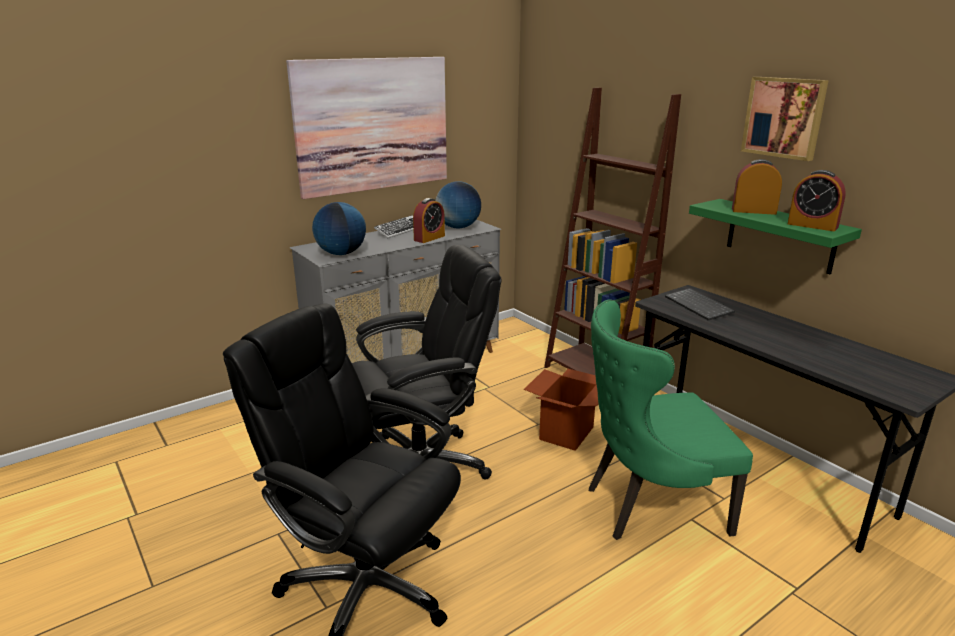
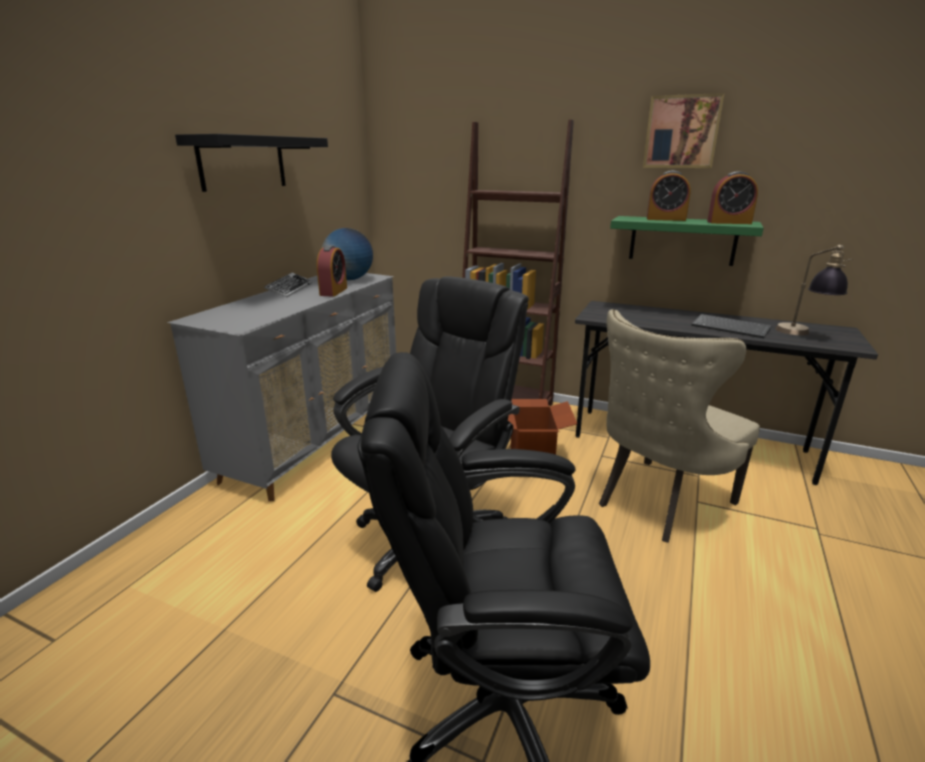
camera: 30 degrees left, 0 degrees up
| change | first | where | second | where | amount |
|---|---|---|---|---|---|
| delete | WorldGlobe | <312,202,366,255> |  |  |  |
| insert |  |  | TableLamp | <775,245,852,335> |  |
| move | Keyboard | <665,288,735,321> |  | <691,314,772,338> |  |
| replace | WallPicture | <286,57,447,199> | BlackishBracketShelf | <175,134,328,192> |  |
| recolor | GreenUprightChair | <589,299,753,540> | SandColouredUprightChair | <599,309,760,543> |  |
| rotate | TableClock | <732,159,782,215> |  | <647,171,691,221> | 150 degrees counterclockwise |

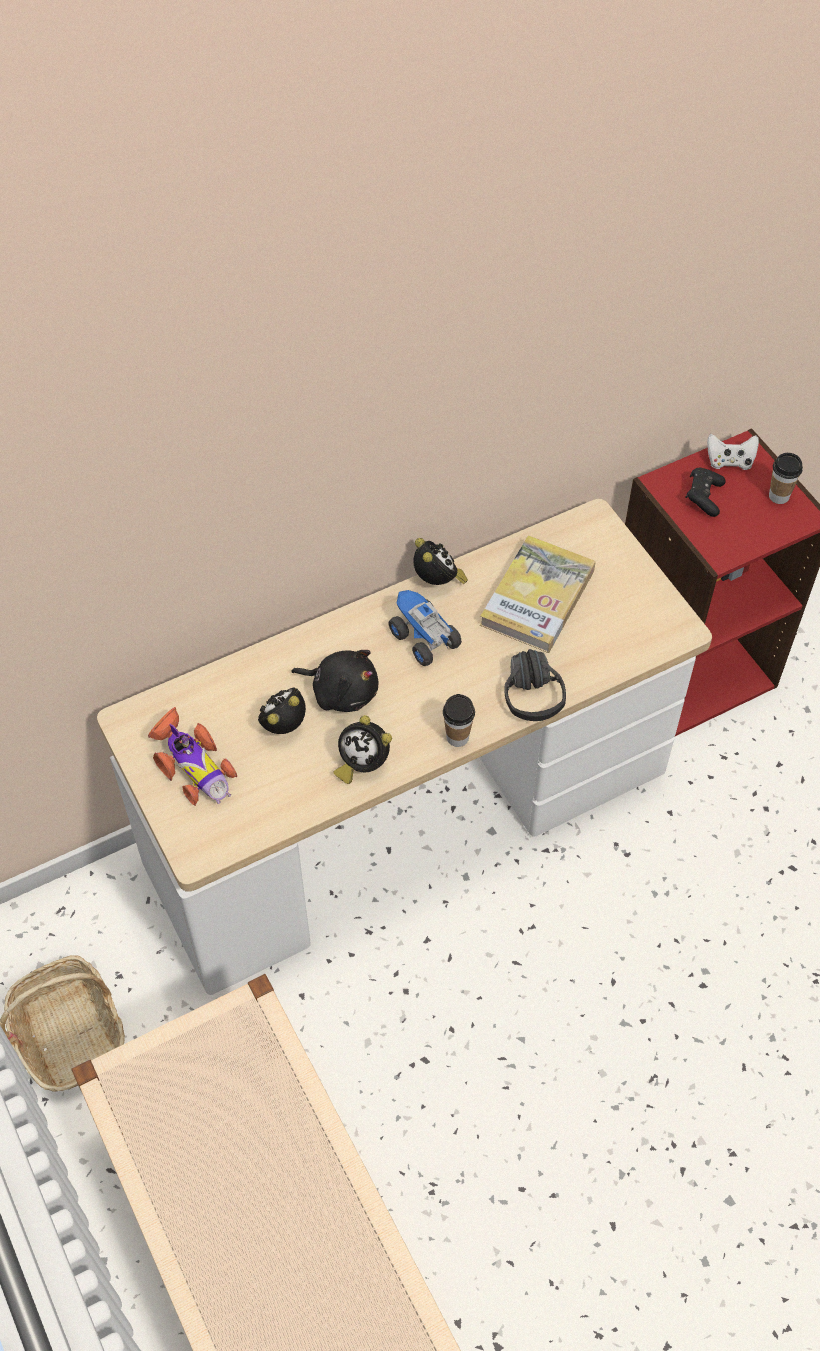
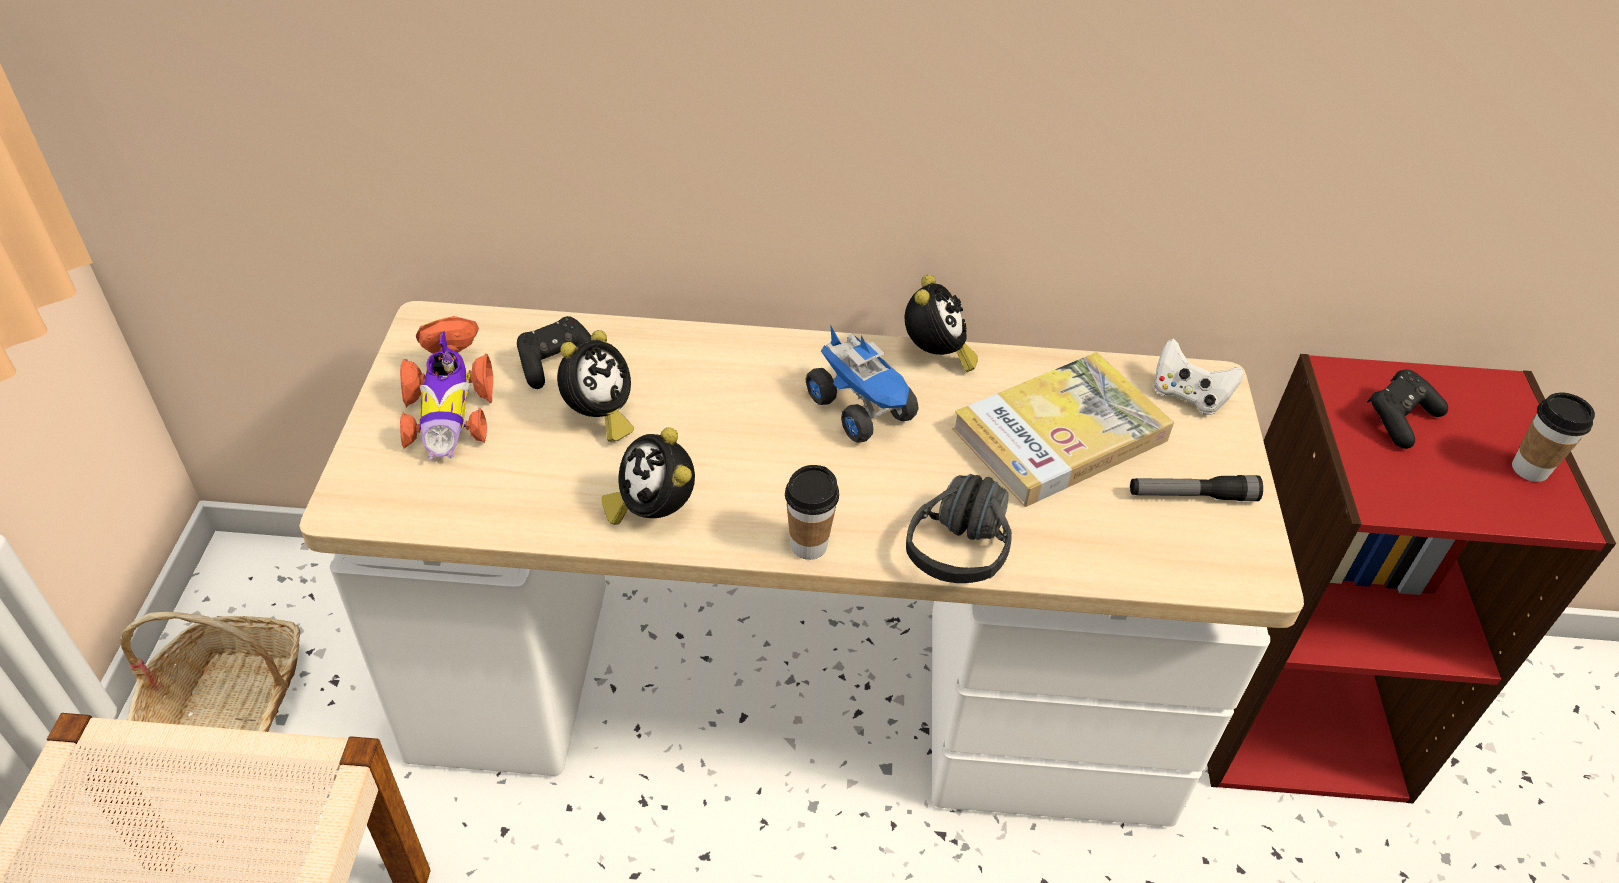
camera: 30 degrees right, 10 degrees down
| change | first | where | second | where | amount |
|---|---|---|---|---|---|
| delete | BlackishPlushToy | <292,650,378,712> |  |  |  |
| insert |  |  | BlackishGameController | <517,316,591,389> |  |
| insert |  |  | HandTorch | <1130,475,1263,501> |  |
| move | WhitishGameController | <707,434,759,470> |  | <1153,339,1244,415> |  |
| rotate | TableClock | <258,687,306,734> |  | <557,330,634,442> | 135 degrees clockwise |
| rotate | ToyLorry | <388,590,462,666> |  | <806,324,919,443> | 150 degrees clockwise |

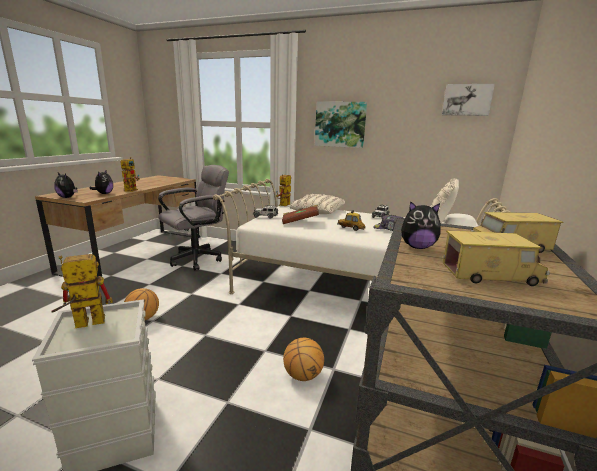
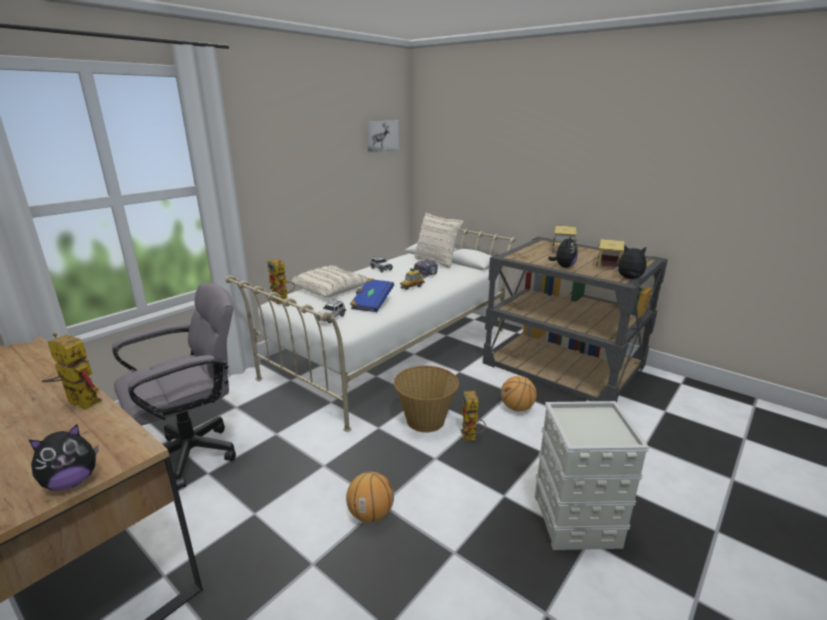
camera: 70 degrees left, 5 degrees up
| change | first | where | second | where | amount |
|---|---|---|---|---|---|
| delete | WallPicture | <315,101,367,148> |  |  |  |
| insert |  |  | Basket | <394,366,459,432> |  |
| move | ToyRobot | <51,254,113,328> |  | <461,391,486,441> |  |
| move | PlushToy | <89,170,113,194> |  | <615,245,647,279> |  |
| recolor | BrownVolume | <282,205,319,224> | BlueColouredVolume | <350,278,394,312> |  |
| rotate | GreyishDeskChair | <158,165,229,270> |  | <112,283,236,489> | 75 degrees clockwise |

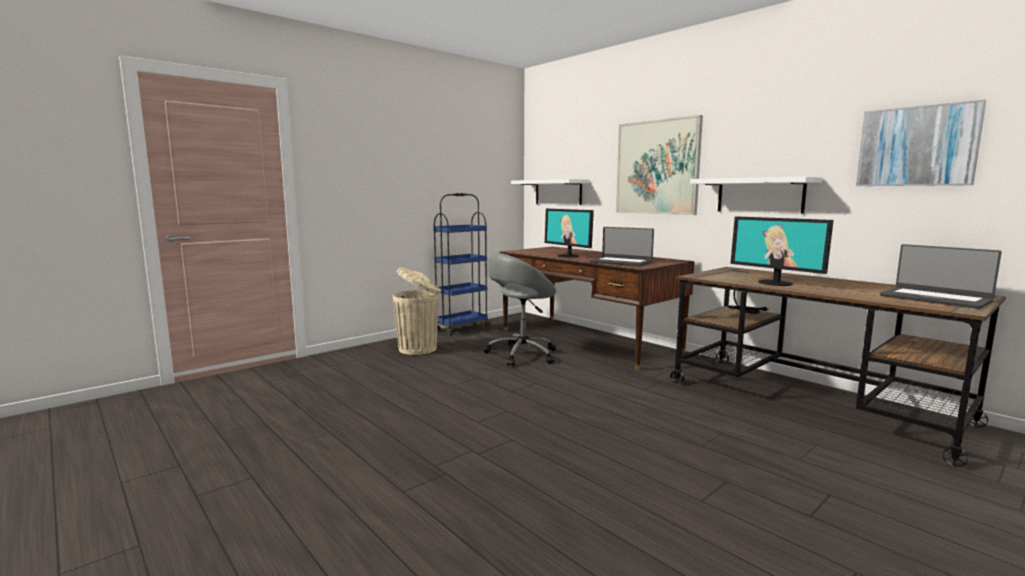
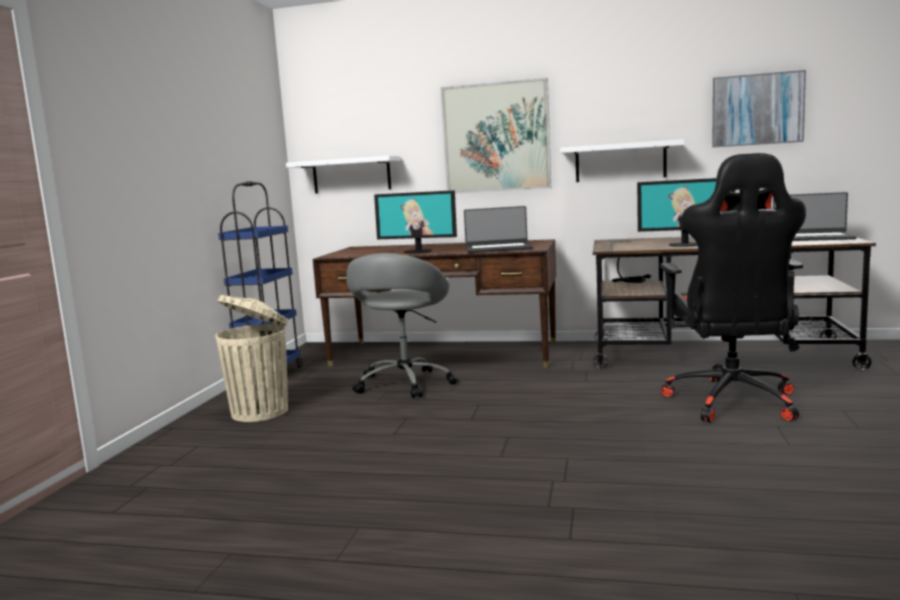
camera: 35 degrees left, 0 degrees up
| change | first | where | second | where | amount |
|---|---|---|---|---|---|
| insert |  |  | BlackishDeskChair | <660,153,806,422> |  |

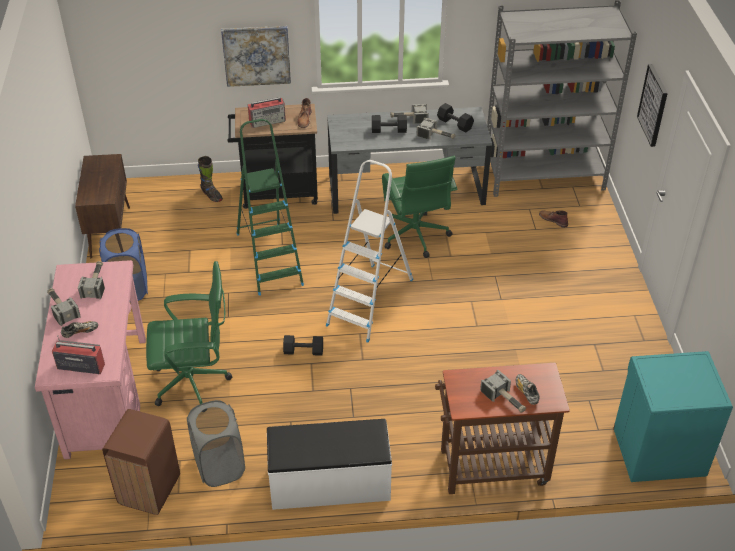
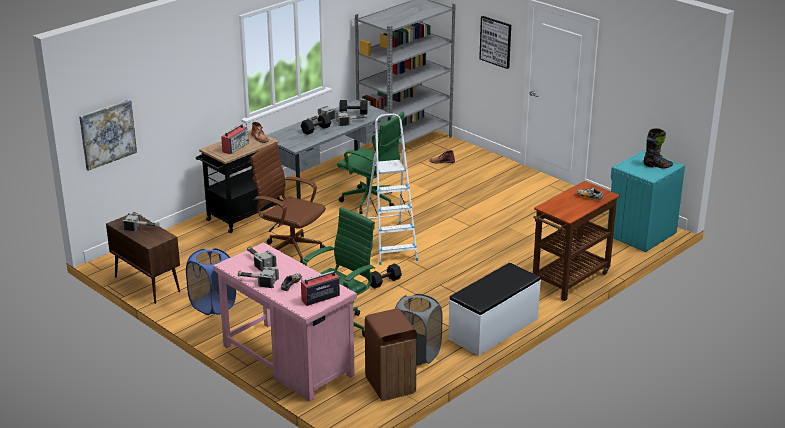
camera: 40 degrees left, 15 degrees down
| change | first | where | second | where | amount |
|---|---|---|---|---|---|
| move | BlackishTallBoot | <198,156,223,202> |  | <643,128,673,169> |  |
| move | WallPicture | <221,26,291,87> |  | <79,100,137,171> |  |
| move | Hammer | <480,370,526,413> |  | <122,213,160,231> |  |
| replace | GreenStepStool | <237,119,304,296> | BrownDeskChair | <250,142,326,263> |  |

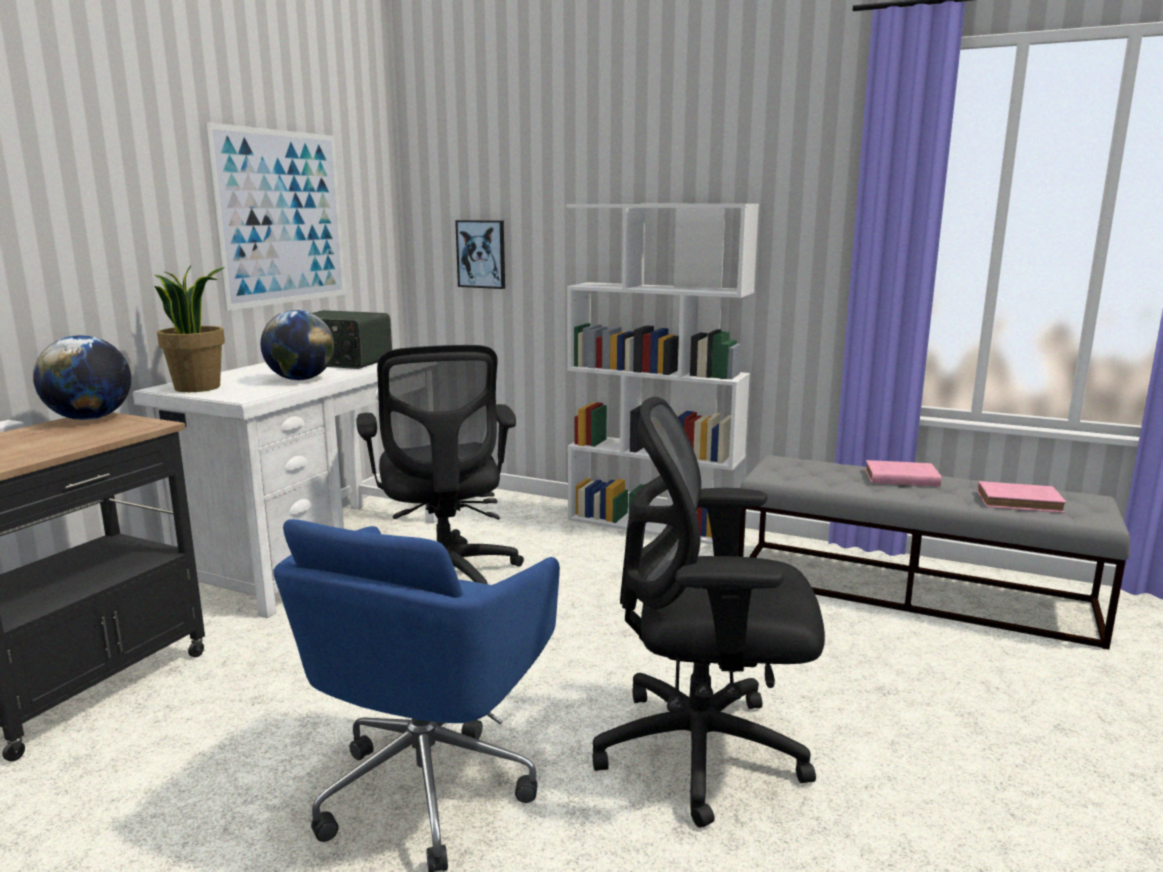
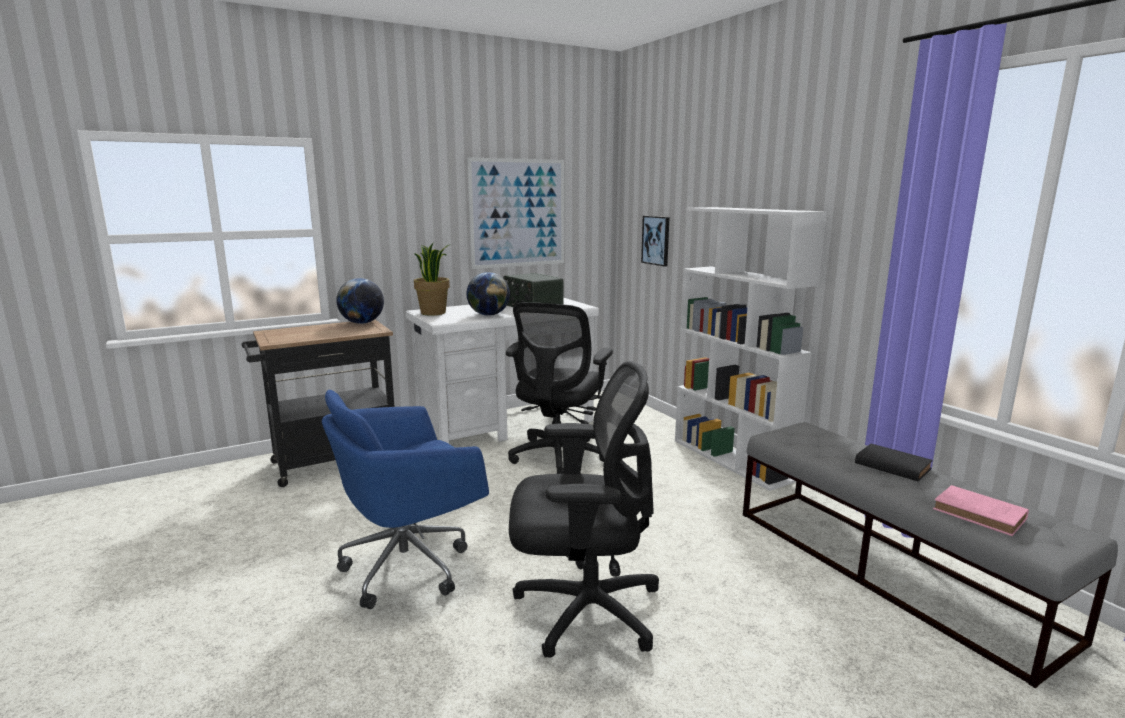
camera: 35 degrees right, 0 degrees up
| change | first | where | second | where | amount |
|---|---|---|---|---|---|
| recolor | PinkVolume | <865,460,941,487> | BlackishVolume | <855,444,933,482> |  |
| rotate | BlackishDeskChair | <592,397,825,828> |  | <509,361,659,658> | 135 degrees clockwise |

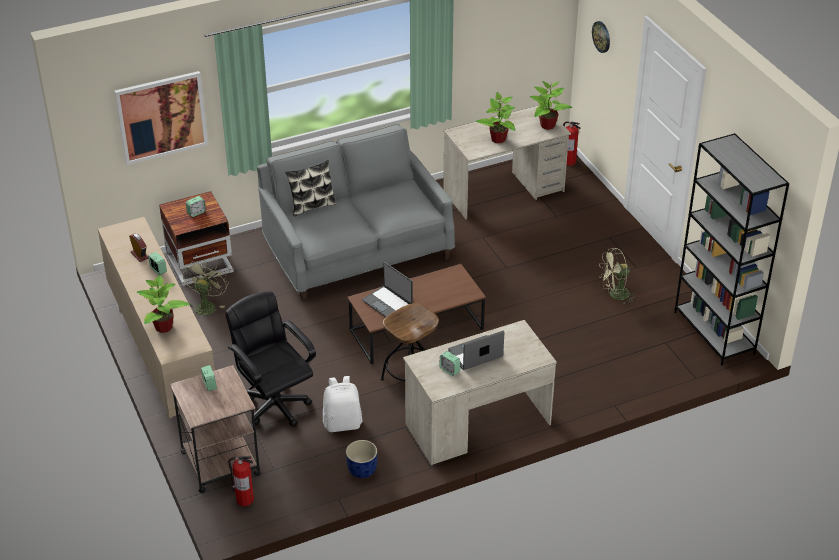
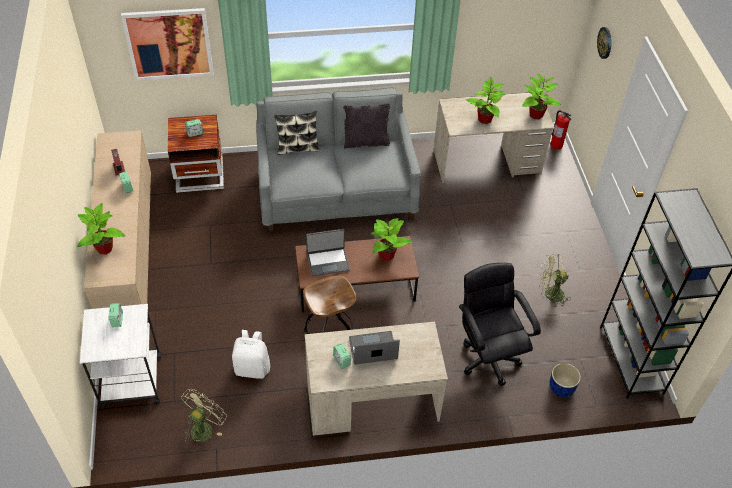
camera: 15 degrees right, 10 degrees up
| change | first | where | second | where | amount |
|---|---|---|---|---|---|
| delete | FireFightingCylinder | <228,456,254,506> |  |  |  |
| insert |  |  | BlackishThrowPillow | <343,103,390,149> |  |
| insert |  |  | Houseplant | <371,218,412,261> |  |
| move | GreenCoolingFan | <183,260,228,317> |  | <181,389,227,443> |  |
| move | BlackishDeskChair | <225,291,316,427> |  | <459,263,541,386> |  |
| move | BlueColouredPlanter | <346,440,377,478> |  | <549,363,581,398> |  |
| recolor | BrownWheeledCart | <170,365,261,493> | WhitishWheeledCart | <80,304,161,409> |  |
| rotate | NotebookComputer | <362,262,413,317> |  | <306,229,350,276> | 75 degrees counterclockwise |

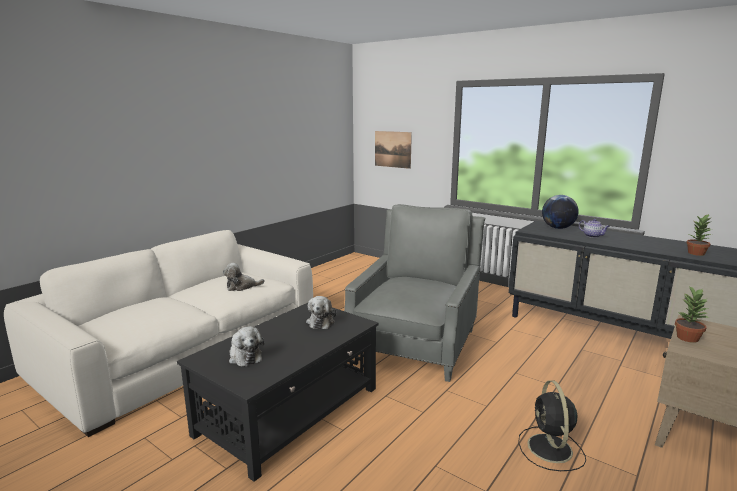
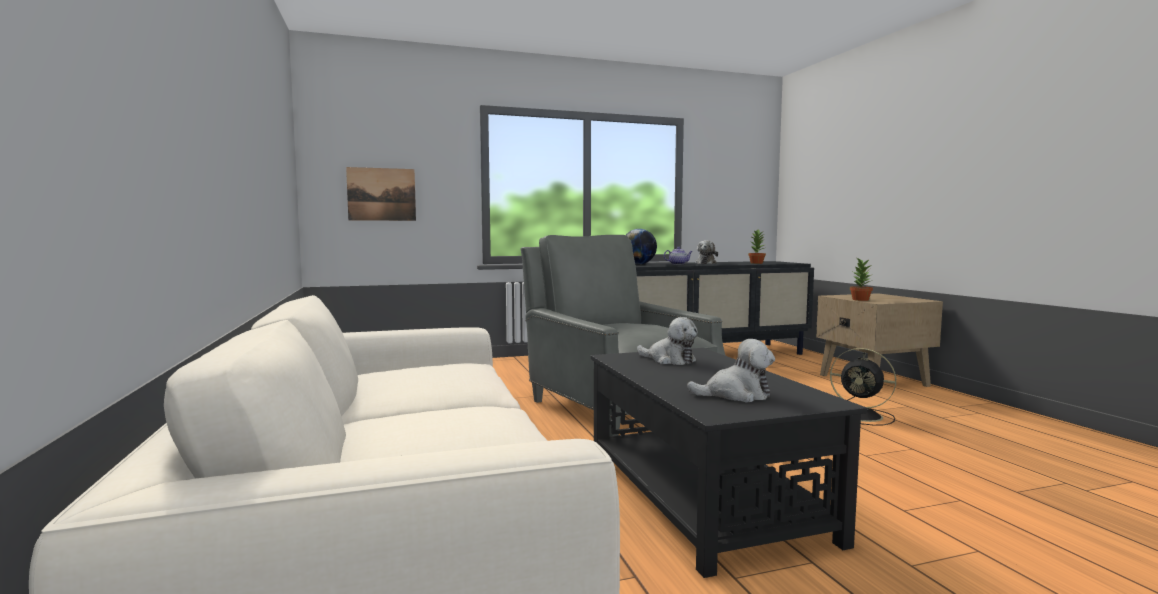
camera: 55 degrees left, 10 degrees down
| change | first | where | second | where | amount |
|---|---|---|---|---|---|
| move | PlushToy | <223,263,264,291> |  | <695,241,718,264> |  |

